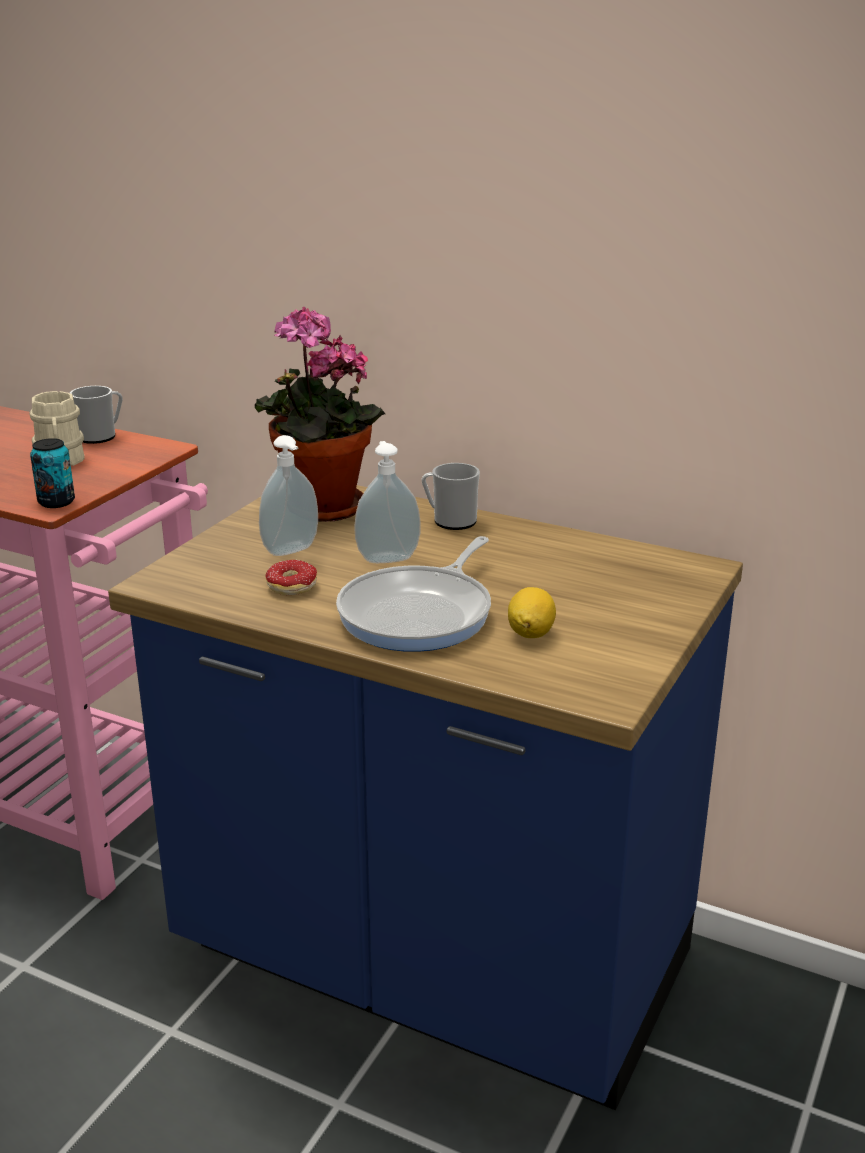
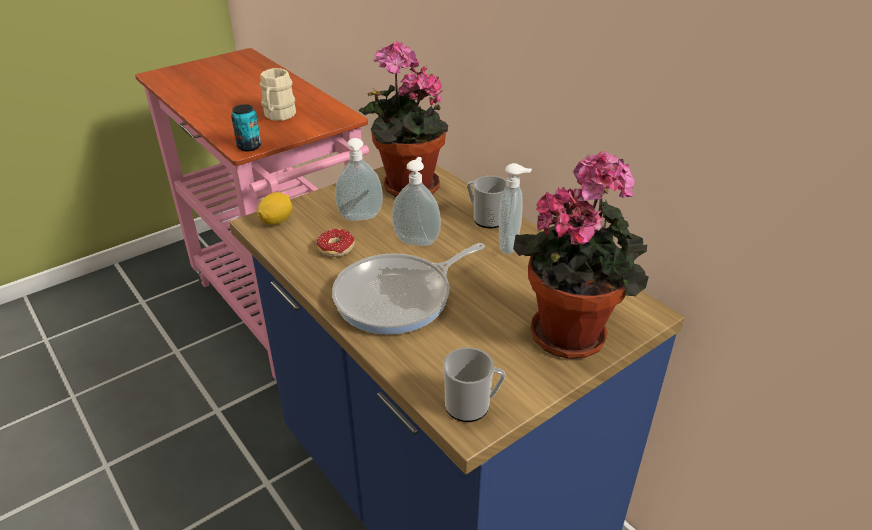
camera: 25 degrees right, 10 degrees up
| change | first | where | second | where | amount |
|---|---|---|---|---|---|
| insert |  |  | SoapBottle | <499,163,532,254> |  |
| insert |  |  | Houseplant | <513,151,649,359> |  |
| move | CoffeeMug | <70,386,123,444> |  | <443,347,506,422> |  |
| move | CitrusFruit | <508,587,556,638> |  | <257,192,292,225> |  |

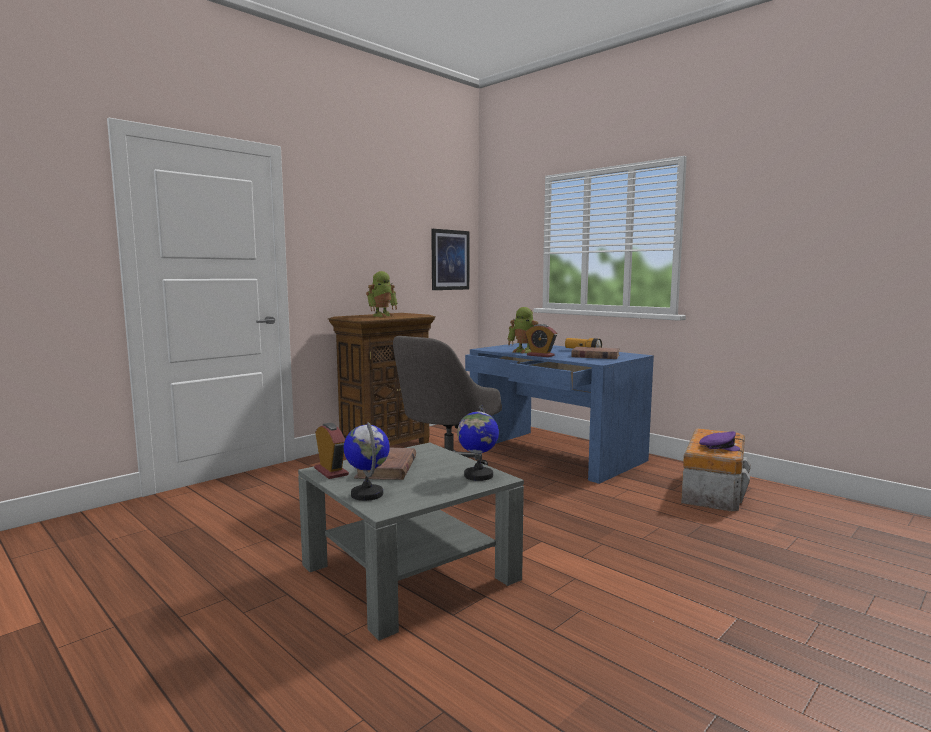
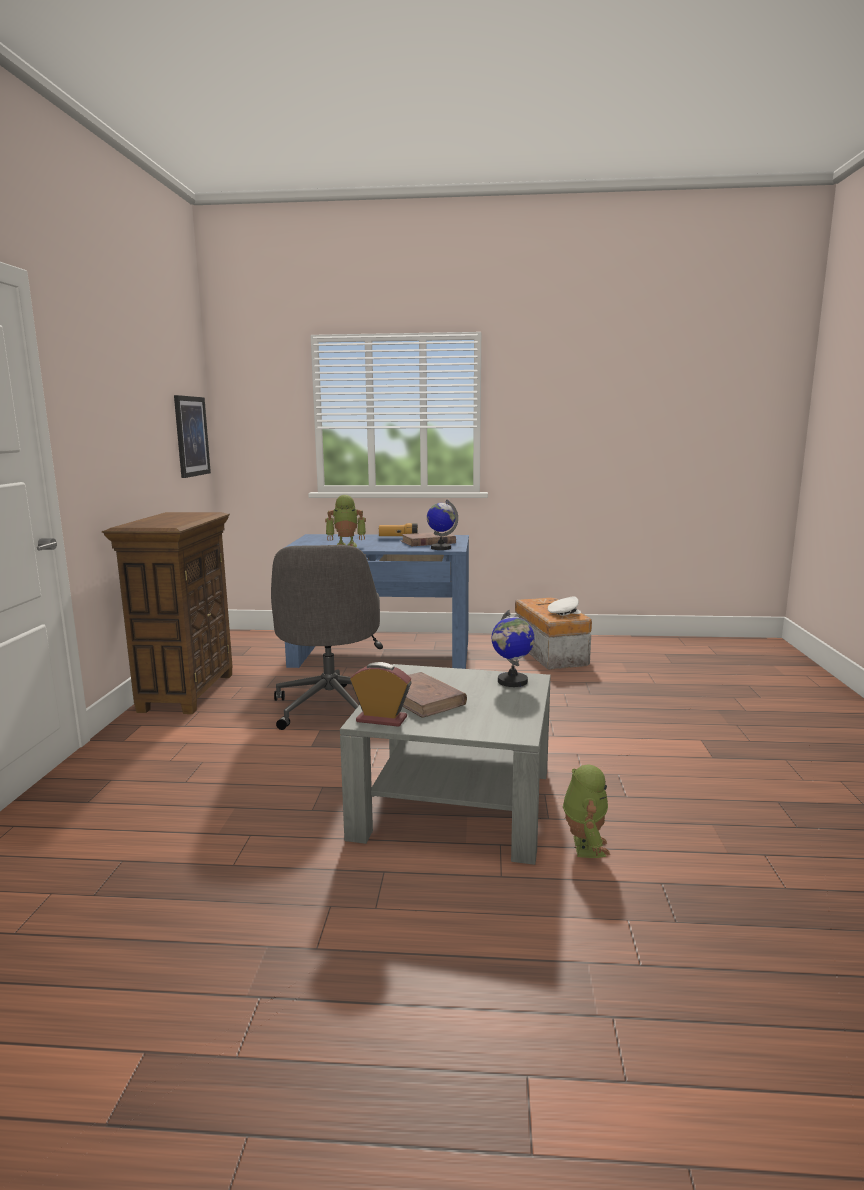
camera: 40 degrees left, 5 degrees up
| change | first | where | second | where | amount |
|---|---|---|---|---|---|
| delete | TableClock | <525,324,557,357> |  |  |  |
| move | WorldGlobe | <344,422,390,501> |  | <427,500,458,550> |  |
| move | ToyRobot | <366,271,398,317> |  | <563,765,610,858> |  |
| recolor | PurpleColouredCap | <699,431,740,451> | WhitishCap | <548,596,581,616> |  |

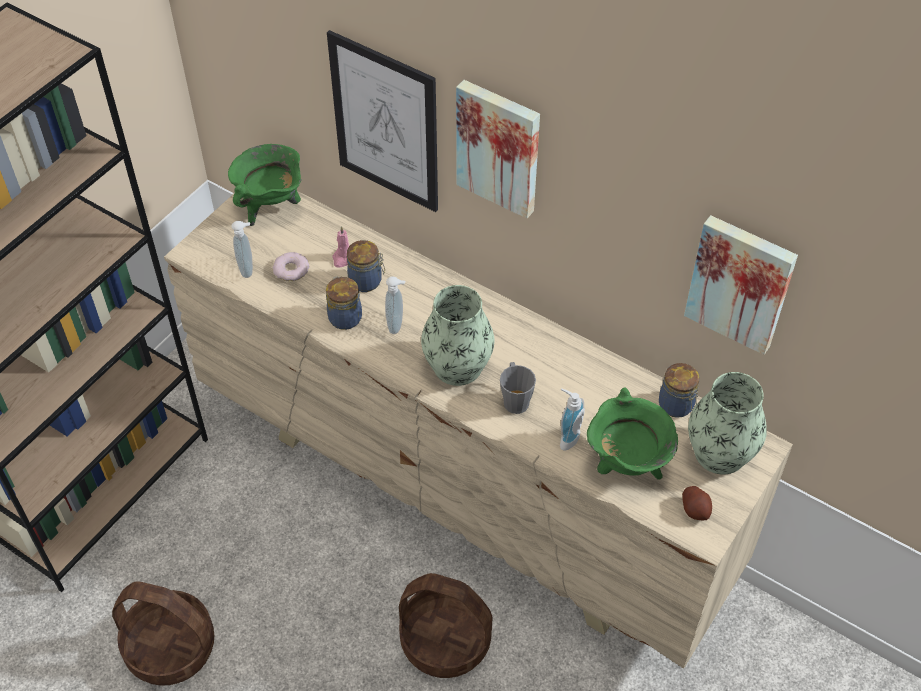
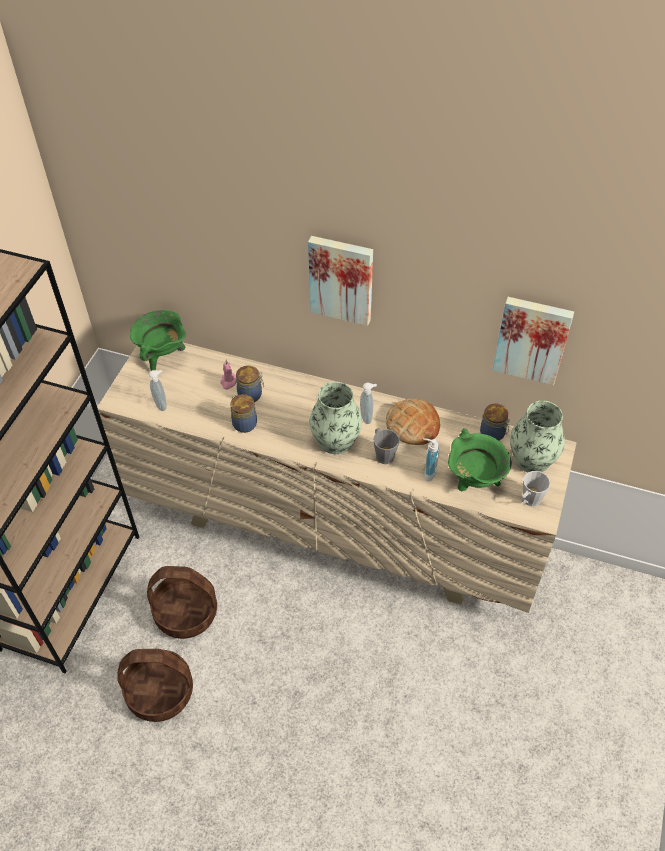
camera: 15 degrees left, 0 degrees up
| change | first | where | second | where | amount |
|---|---|---|---|---|---|
| delete | Donut | <272,252,309,281> |  |  |  |
| delete | WallPicture | <327,30,438,212> |  |  |  |
| insert |  |  | BakedBread | <386,399,440,445> |  |
| move | SoapBottle | <385,276,405,334> |  | <360,383,377,424> |  |
| move | Basket | <399,573,493,678> |  | <147,566,217,639> |  |
| replace | Spud | <682,486,712,521> | GreyishCoffeeMug | <521,471,550,506> |  |

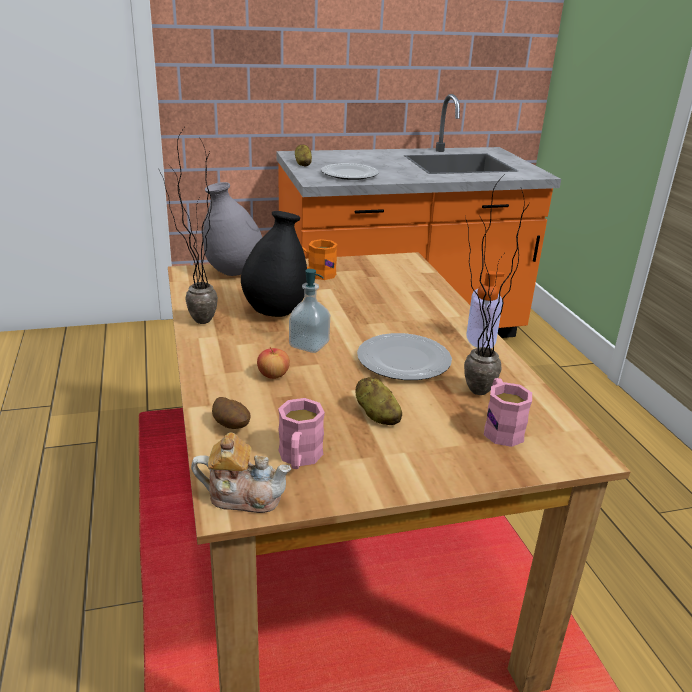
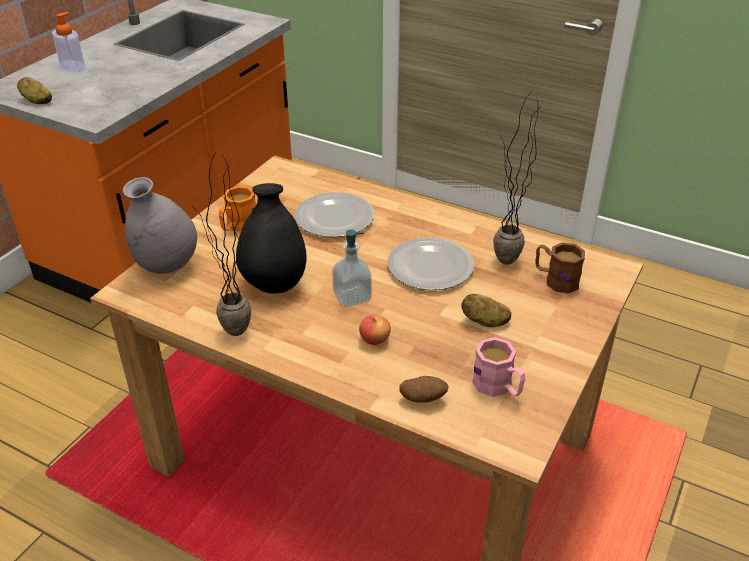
camera: 45 degrees left, 10 degrees up
| change | first | where | second | where | amount |
|---|---|---|---|---|---|
| delete | PotForTea | <191,433,291,513> |  |  |  |
| move | FlatDish | <321,163,378,180> |  | <294,192,374,237> |  |
| move | SoapBottle | <467,271,504,349> |  | <52,12,85,71> |  |
| recolor | PinkCoffeeMug | <484,378,532,447> | BrownCoffeeMug | <535,242,585,294> |  |

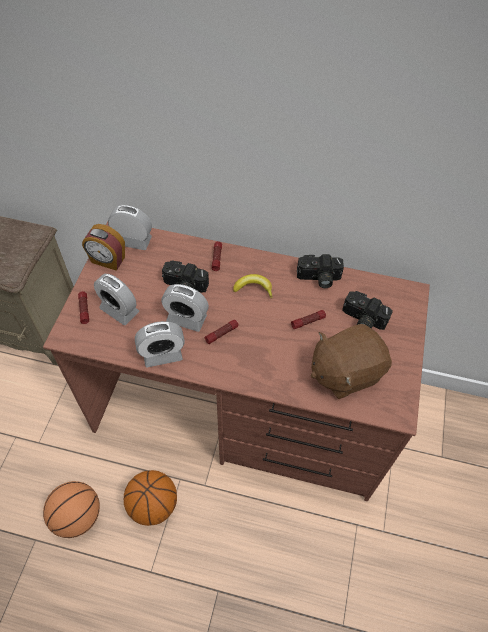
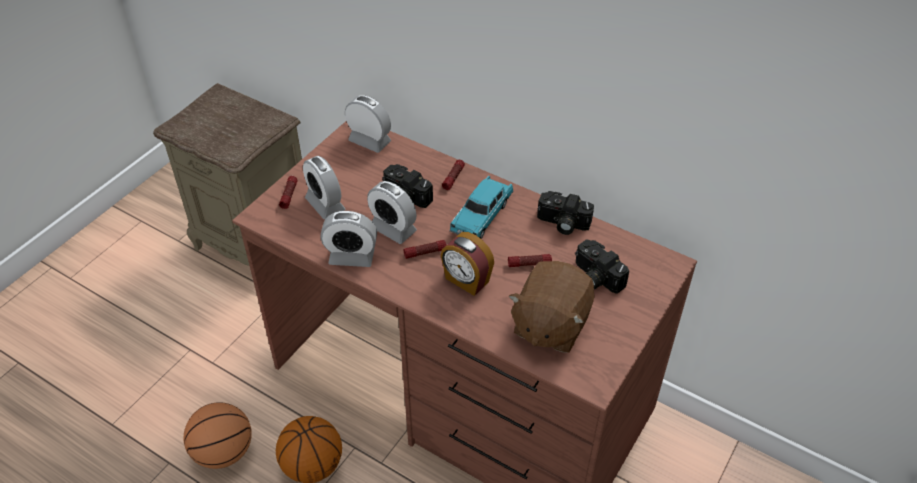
camera: 20 degrees right, 10 degrees down
| change | first | where | second | where | amount |
|---|---|---|---|---|---|
| move | TableClock | <82,224,125,271> |  | <441,232,494,296> |  |
| replace | WholeBanana | <233,274,272,298> | BlueGreenModelCar | <450,176,513,239> |  |
| rotate | BrownPlushToy | <311,324,392,399> |  | <508,261,595,352> | 60 degrees counterclockwise |

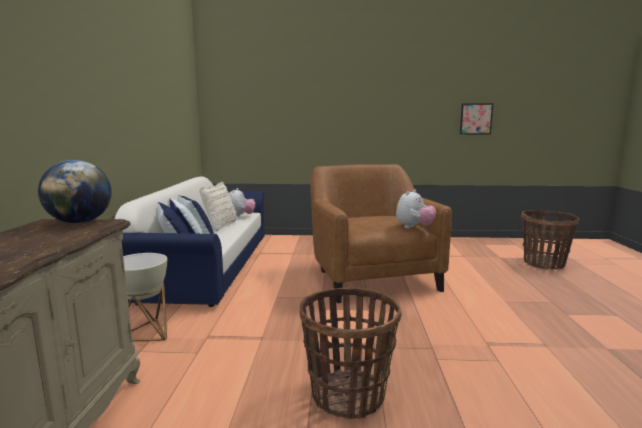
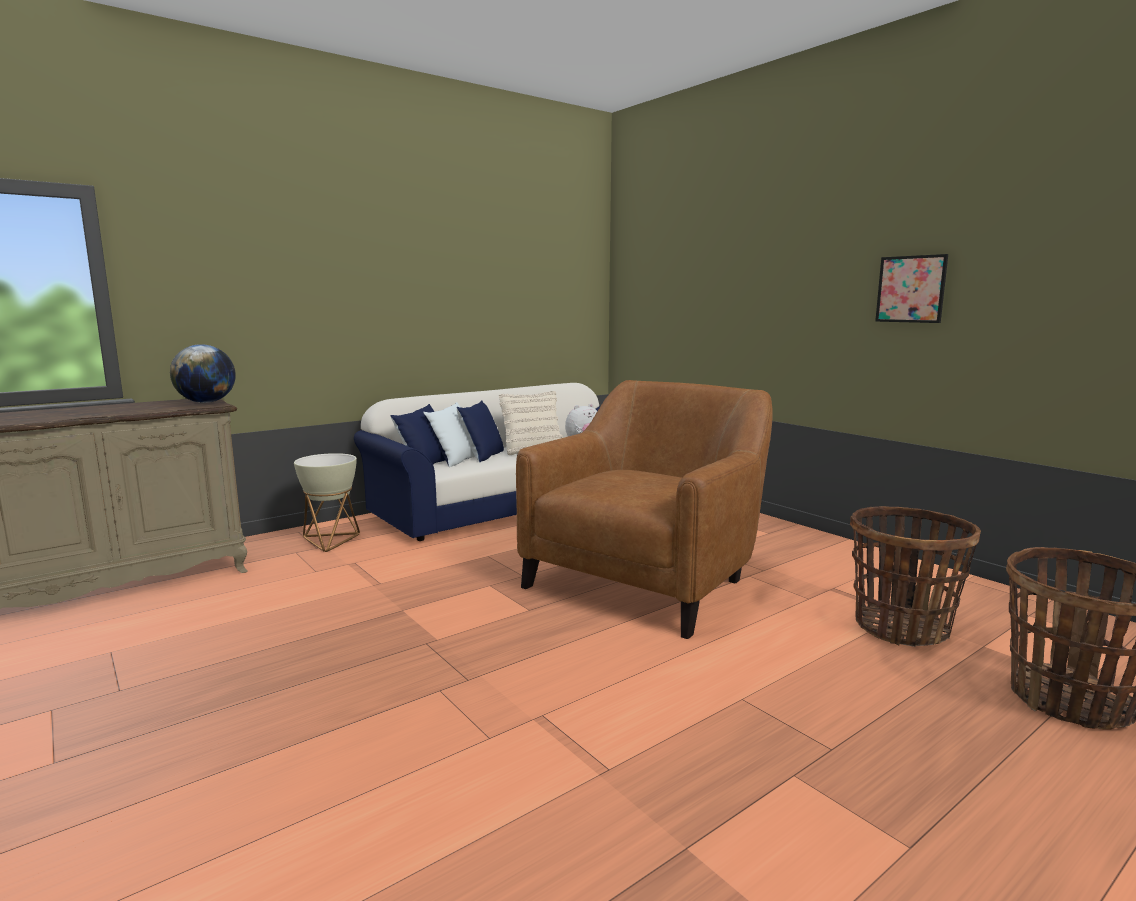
camera: 50 degrees right, 0 degrees up
| change | first | where | second | where | amount |
|---|---|---|---|---|---|
| delete | PlushToy | <396,190,436,228> |  |  |  |
| move | Basket | <300,288,402,419> |  | <850,506,981,647> |  |
| move | WallPicture | <460,103,493,134> |  | <875,254,948,323> |  |

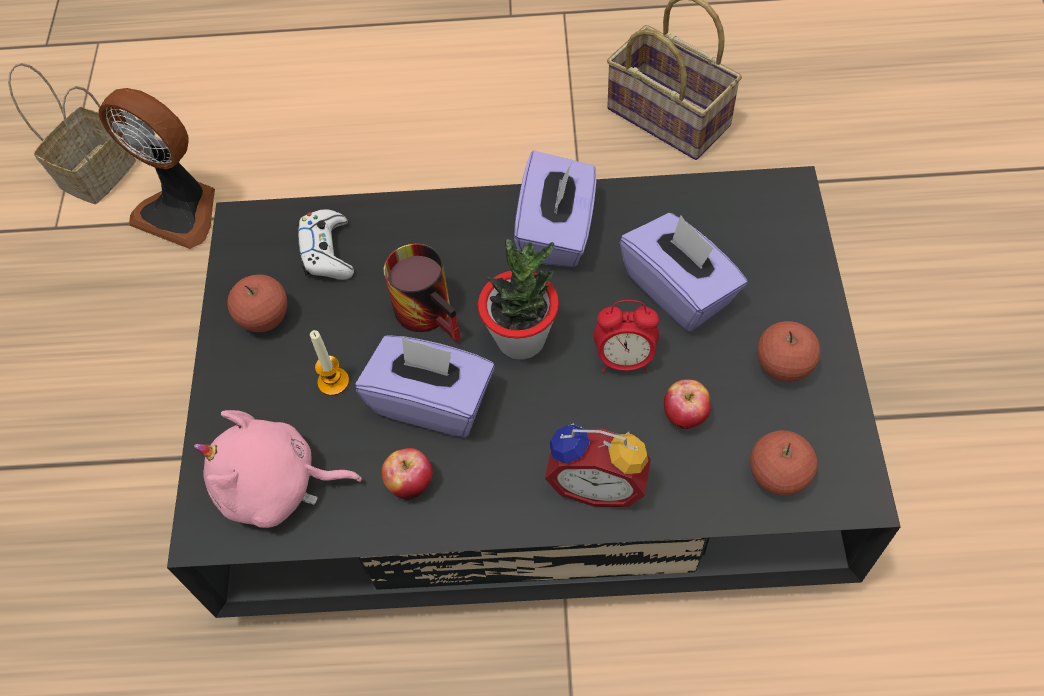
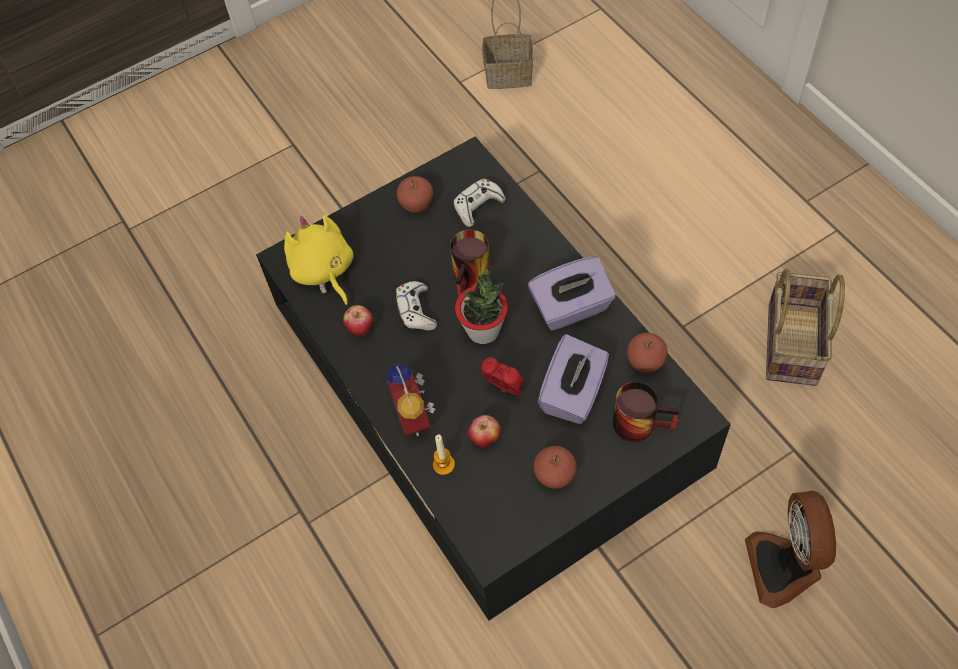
camera: 60 degrees right, 0 degrees up
| change | first | where | second | where | amount |
|---|---|---|---|---|---|
| insert |  |  | CoffeeMug | <613,382,679,442> |  |
| move | CoolingFan | <98,88,215,249> |  | <745,491,836,608> |  |
| move | WaxCandle | <310,330,349,396> |  | <433,435,455,475> |  |
| move | WholeApple | <750,430,818,496> |  | <627,333,668,373> |  |
| replace | PurpleColouredTissueBox | <356,335,495,438> | WhitishGameController | <395,281,437,330> |  |
| recolor | PinkPlushToy | <194,410,362,528> | YellowColouredPlushToy | <284,215,353,305> |  |
| rotate | TableClock | <594,300,659,372> |  | <481,357,524,395> | 150 degrees clockwise |

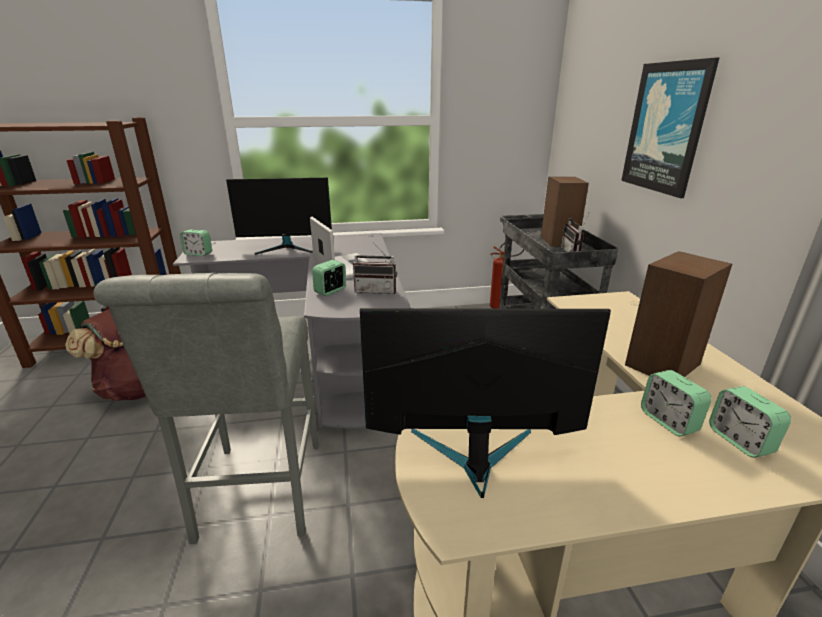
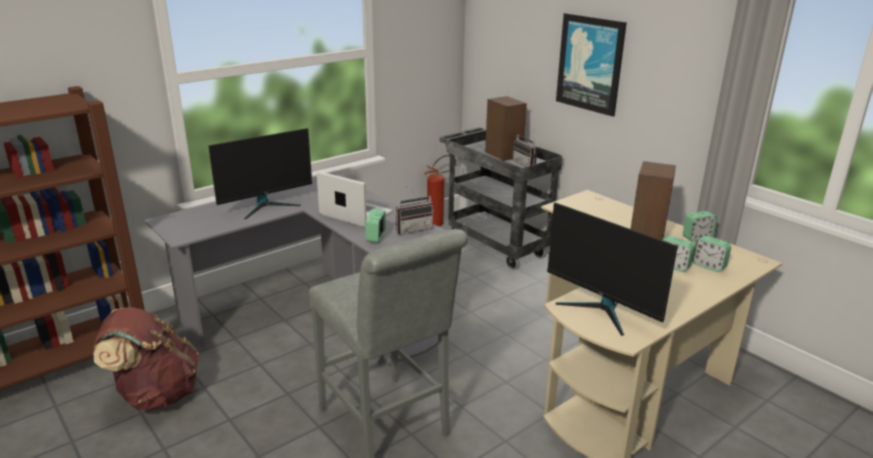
camera: 30 degrees left, 0 degrees up
| change | first | where | second | where | amount |
|---|---|---|---|---|---|
| move | TableClock | <180,230,212,256> |  | <683,211,717,242> |  |
| rotate | Monitor | <360,308,611,498> |  | <547,202,678,336> | 105 degrees counterclockwise |

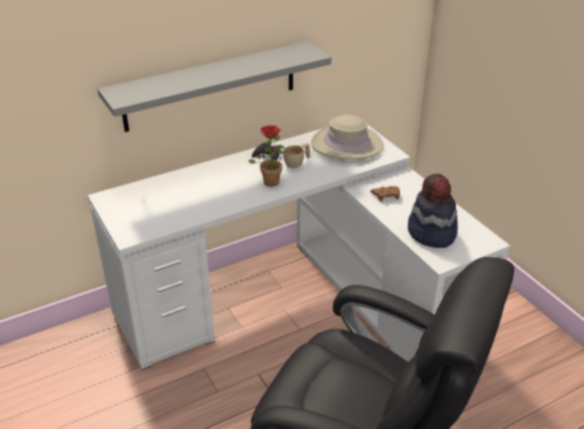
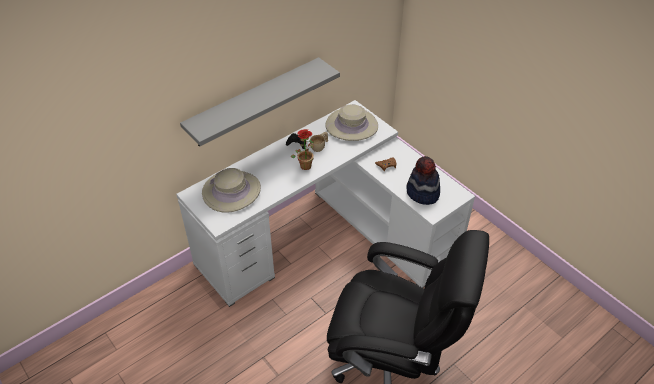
camera: 10 degrees left, 10 degrees up
| change | first | where | second | where | amount |
|---|---|---|---|---|---|
| insert |  |  | SandColouredClothingHat | <202,168,261,213> |  |

